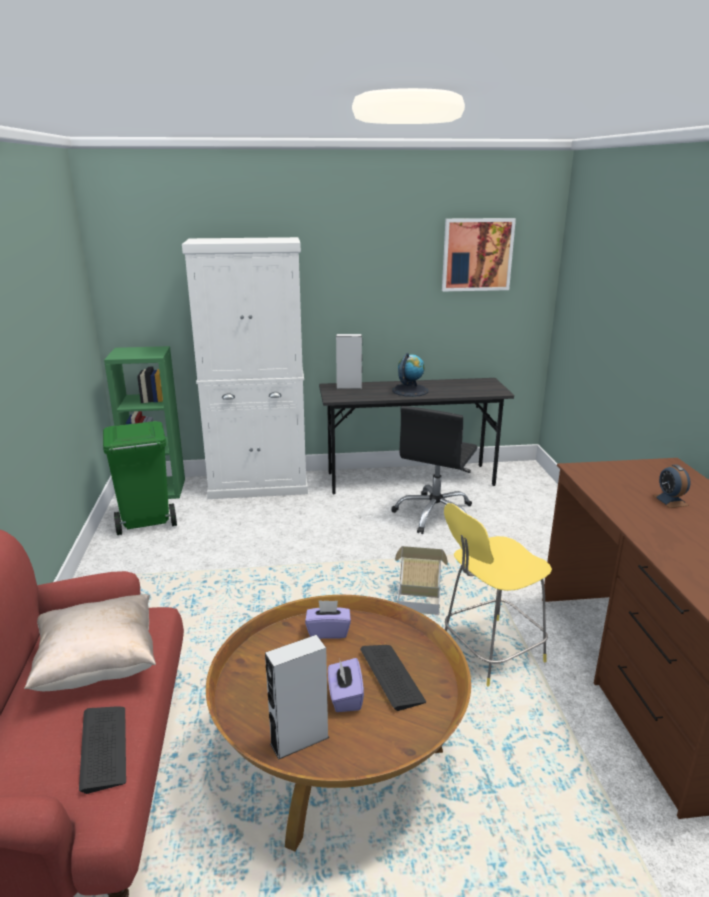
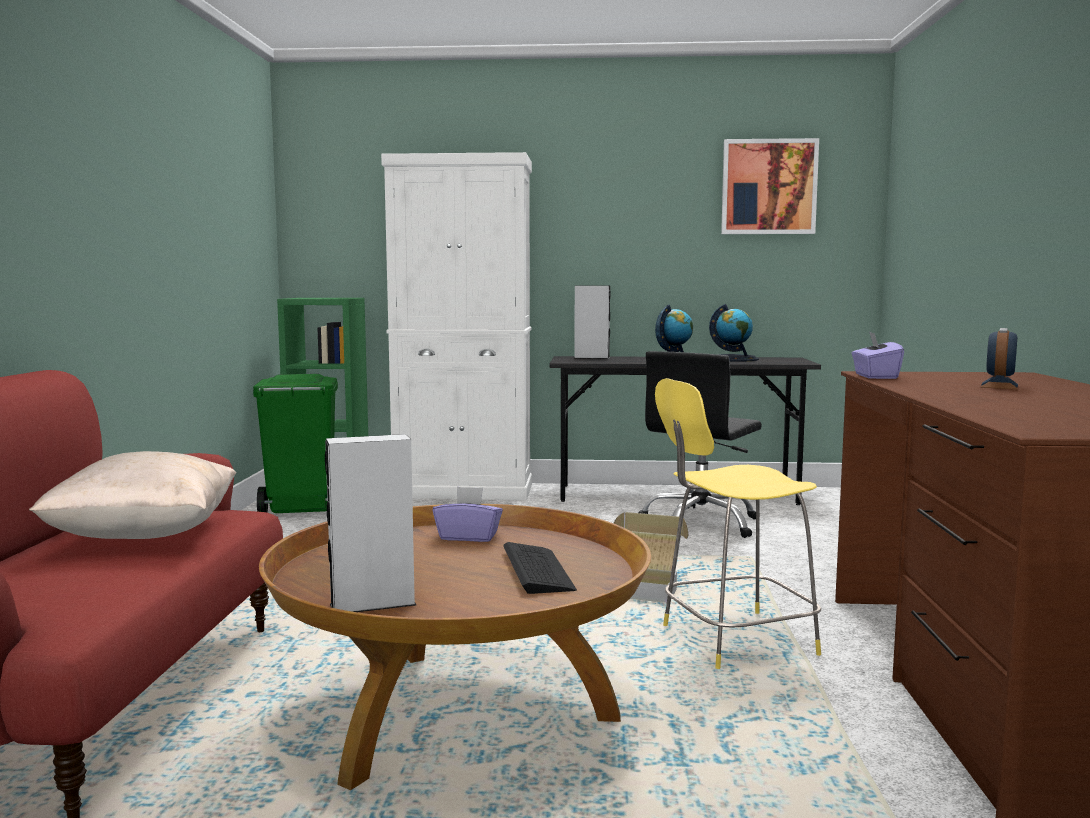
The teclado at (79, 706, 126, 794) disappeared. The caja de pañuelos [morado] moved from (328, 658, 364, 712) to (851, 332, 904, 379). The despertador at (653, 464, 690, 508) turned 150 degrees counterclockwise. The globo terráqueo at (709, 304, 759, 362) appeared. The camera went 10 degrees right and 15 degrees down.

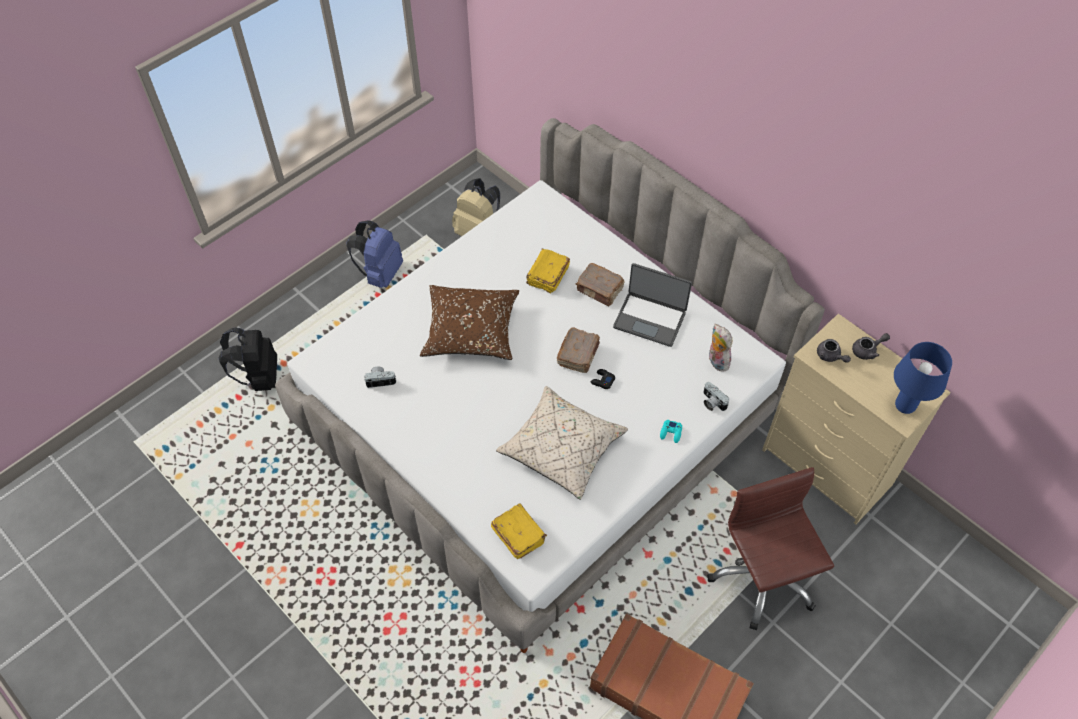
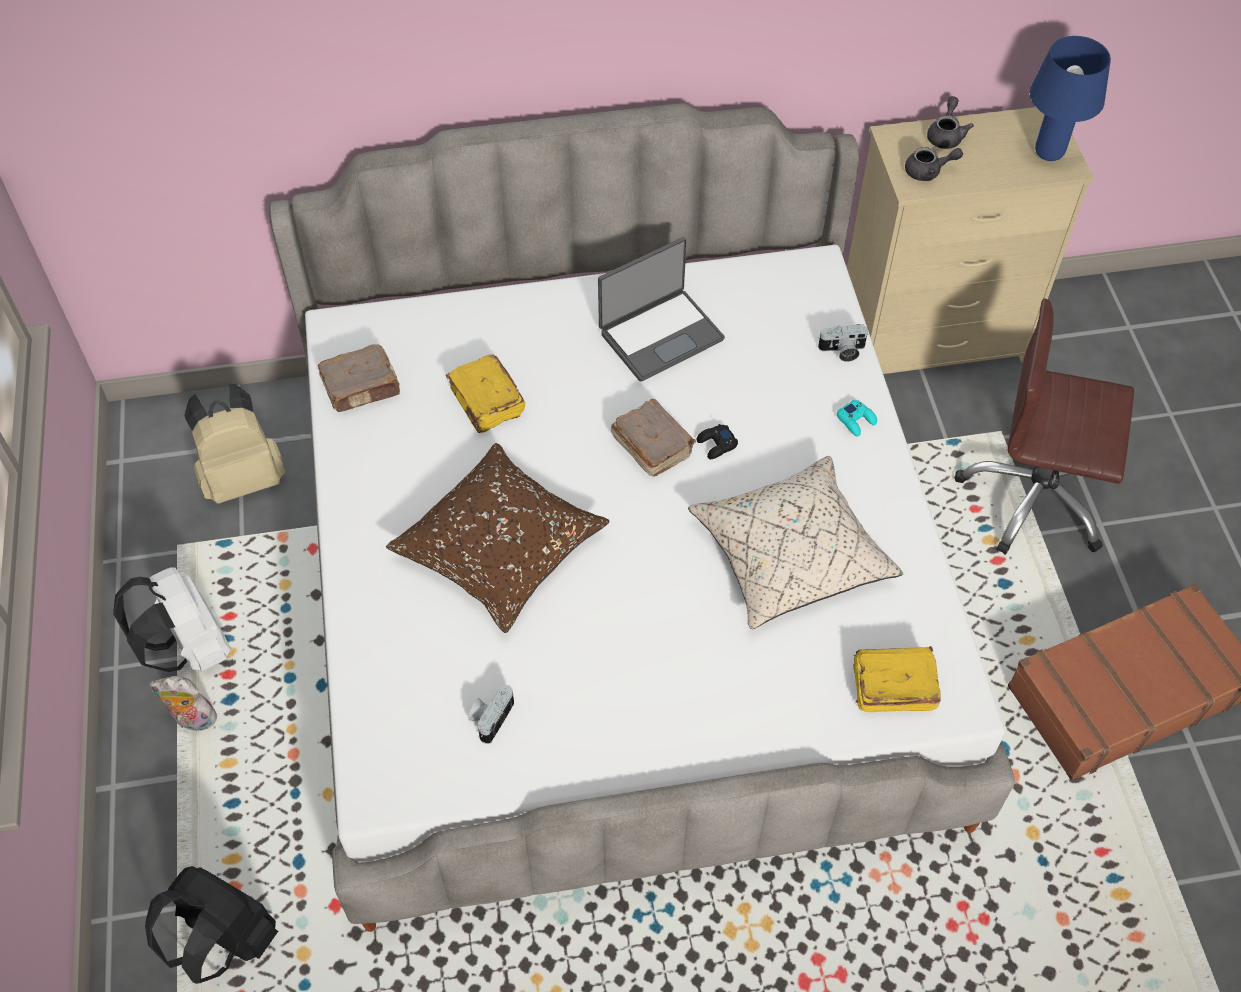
The mochila [azul] at (346, 220, 403, 288) became the mochila [blanco] at (113, 567, 231, 672). The libro [marrón] moved from (576, 263, 625, 307) to (318, 344, 400, 412). The peluche moved from (709, 324, 732, 371) to (149, 676, 217, 732). The camera went 55 degrees left and 0 degrees up.

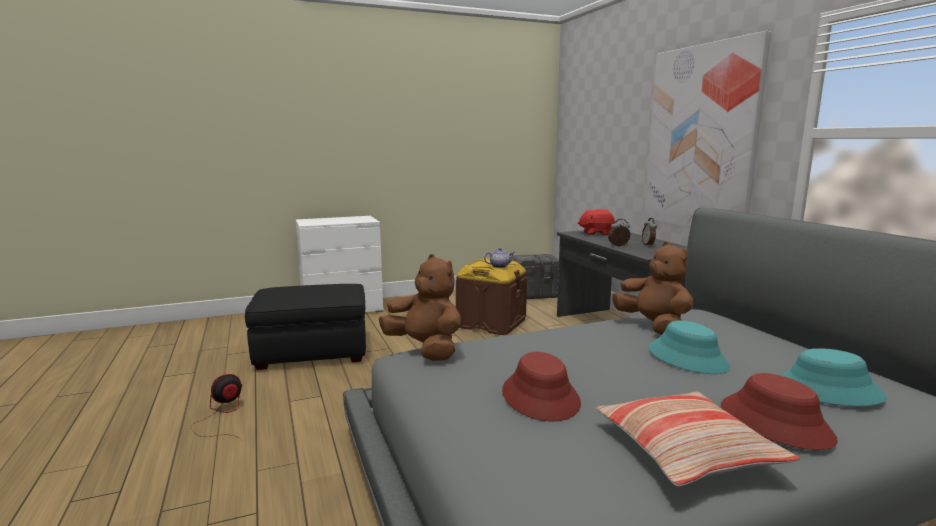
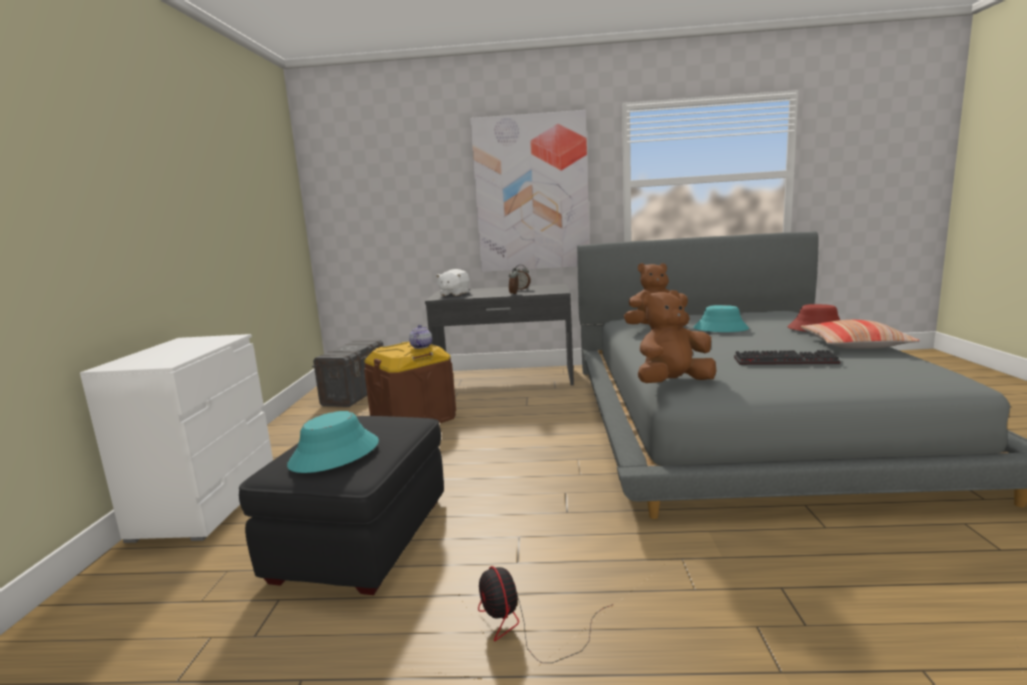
The sombrero [rojo] at (502, 352, 581, 422) was replaced by the teclado at (734, 350, 840, 365). The peluche [rojo] at (578, 209, 615, 235) became the peluche [blanco] at (436, 269, 470, 296). The sombrero [turquesa] moved from (781, 348, 887, 406) to (287, 411, 379, 473). The camera went 65 degrees left and 0 degrees up.

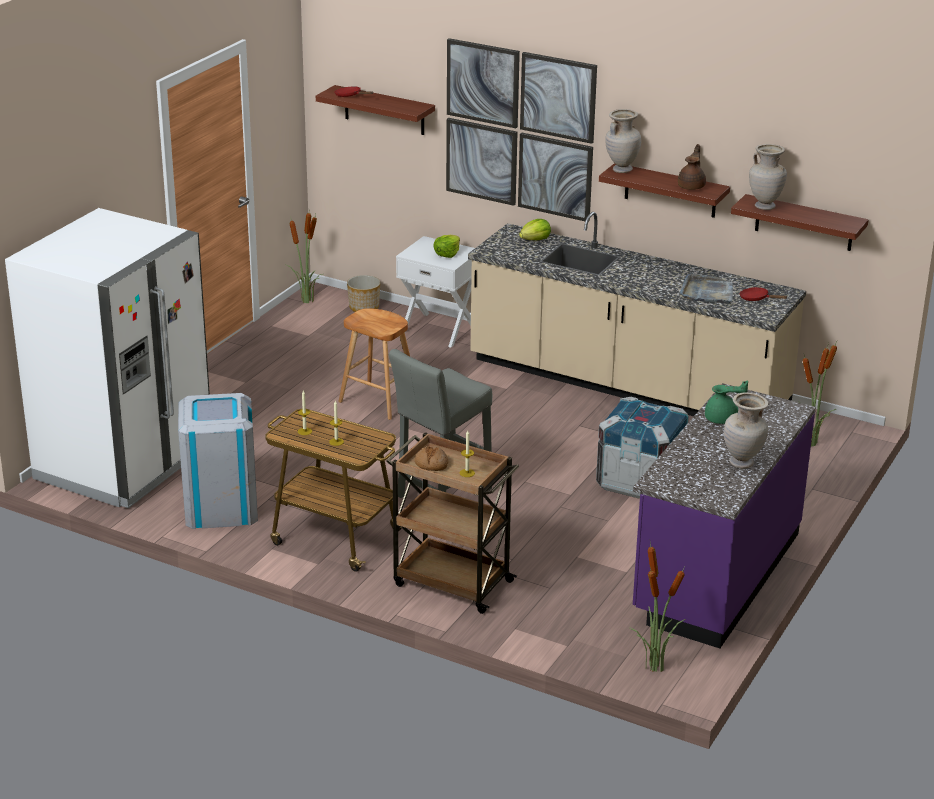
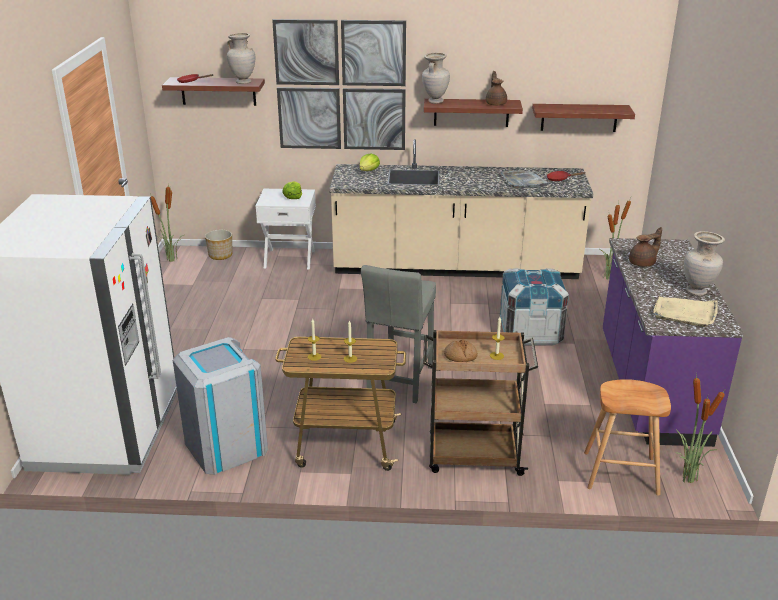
The taburete [marrón] moved from (338, 308, 410, 420) to (584, 379, 671, 496). The tetera [verde] at (705, 380, 748, 424) became the tetera [marrón] at (629, 227, 662, 267). The florero [beis] moved from (749, 144, 787, 210) to (227, 33, 255, 84). The bandeja [beis] at (653, 297, 718, 327) appeared. The camera went 25 degrees left and 0 degrees up.

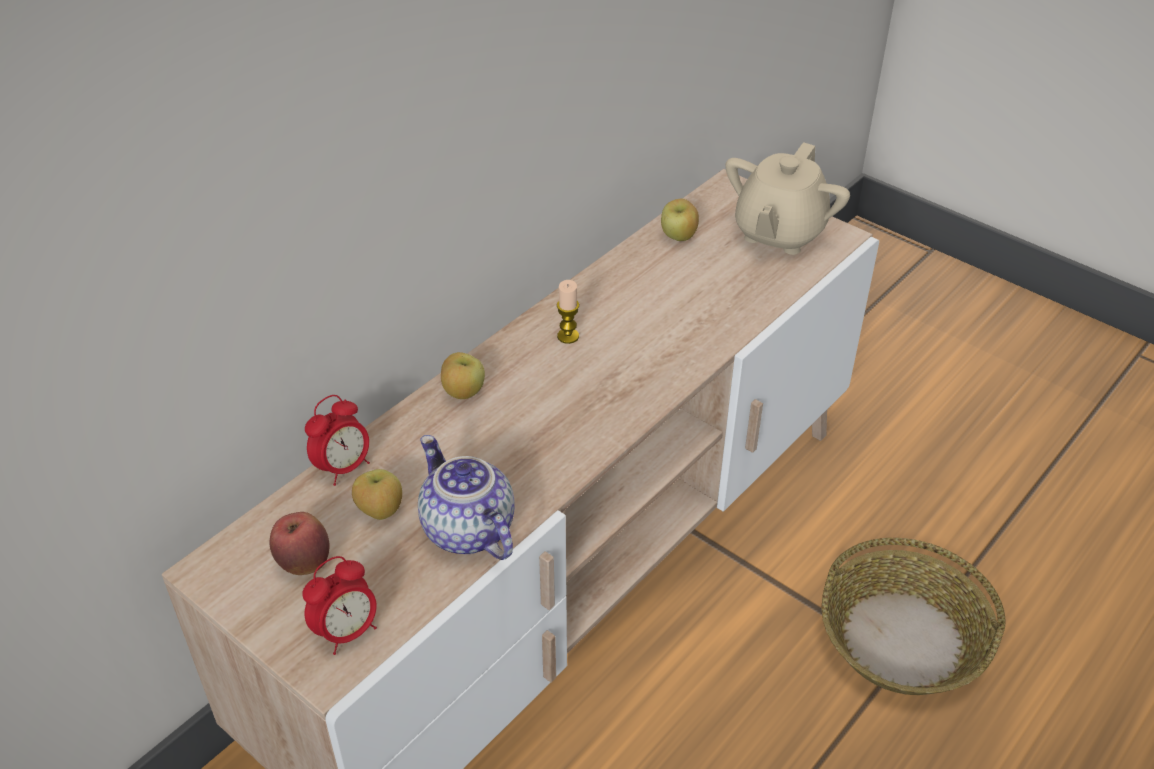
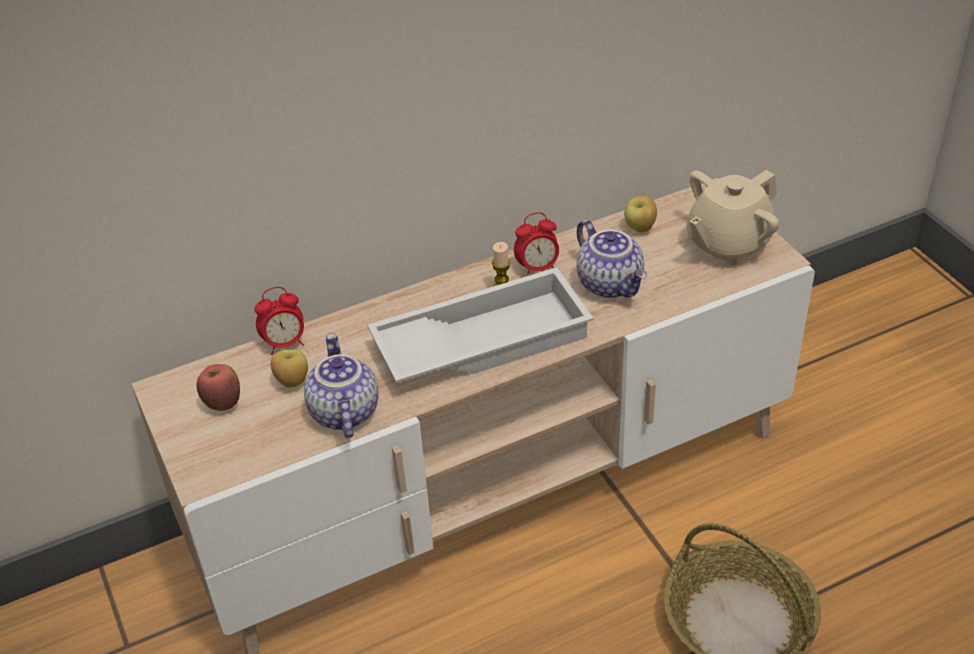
The despertador moved from (302, 556, 377, 655) to (514, 212, 559, 276). The manzana at (441, 352, 485, 399) disappeared. The bandeja [blanco] at (367, 267, 593, 383) appeared. The tetera at (577, 220, 647, 298) appeared. The camera went 25 degrees right and 0 degrees up.

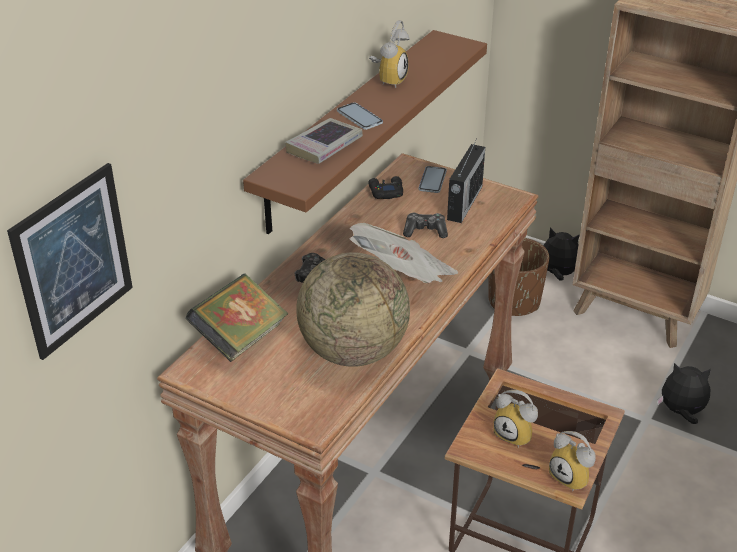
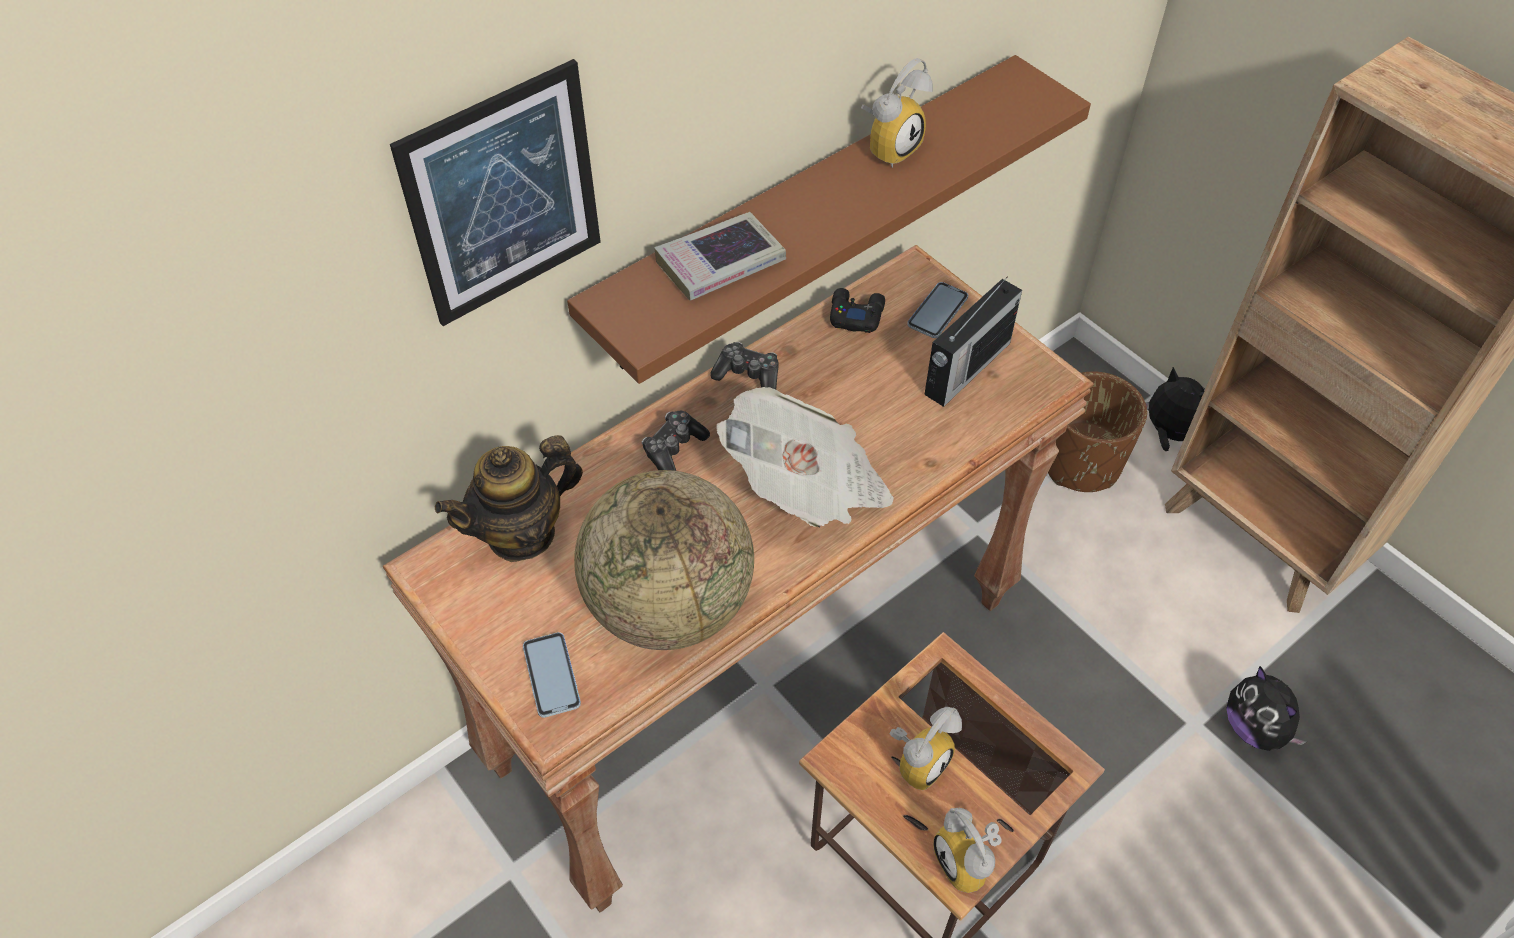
The cuadro moved from (7, 163, 133, 360) to (390, 59, 601, 326). The libro at (185, 274, 288, 362) was replaced by the tetera at (435, 435, 583, 562). The móvil moved from (337, 102, 383, 130) to (523, 632, 581, 718). The mando de consola moved from (403, 213, 448, 238) to (710, 342, 779, 390). The despertador at (493, 390, 538, 448) turned 105 degrees counterclockwise. The peluche at (657, 363, 711, 424) turned 150 degrees counterclockwise. The camera went 20 degrees right and 15 degrees up.

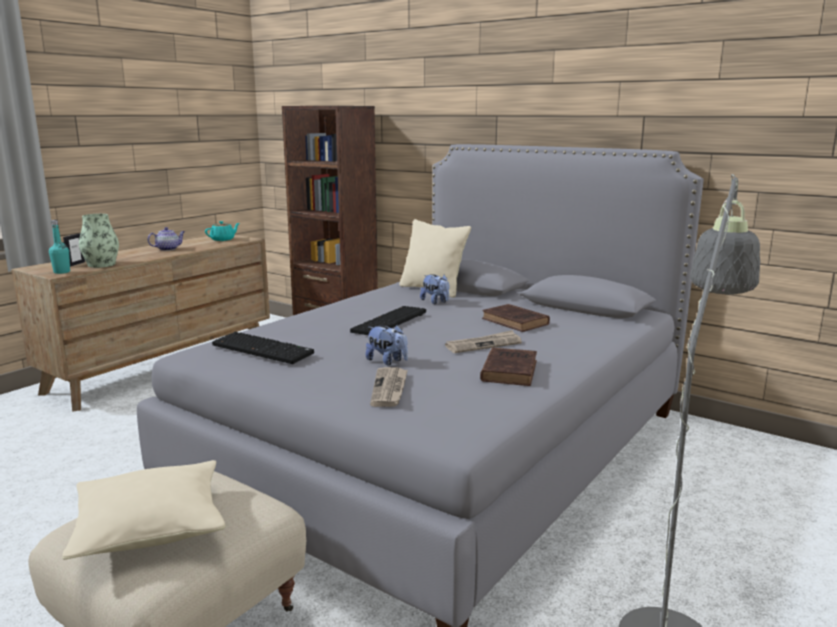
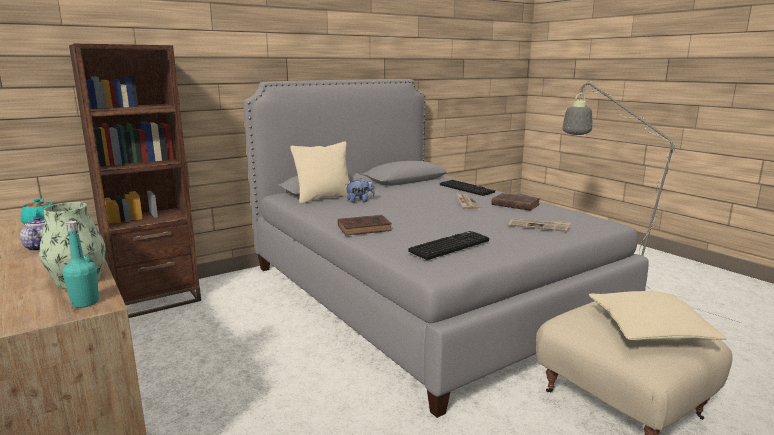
The portarretratos at (63, 233, 85, 267) disappeared. The teclado moved from (350, 306, 426, 335) to (440, 180, 495, 196). The peluche at (366, 325, 408, 365) disappeared. The libro [marrón] moved from (482, 304, 550, 332) to (338, 215, 392, 235). The camera went 70 degrees left and 0 degrees up.

